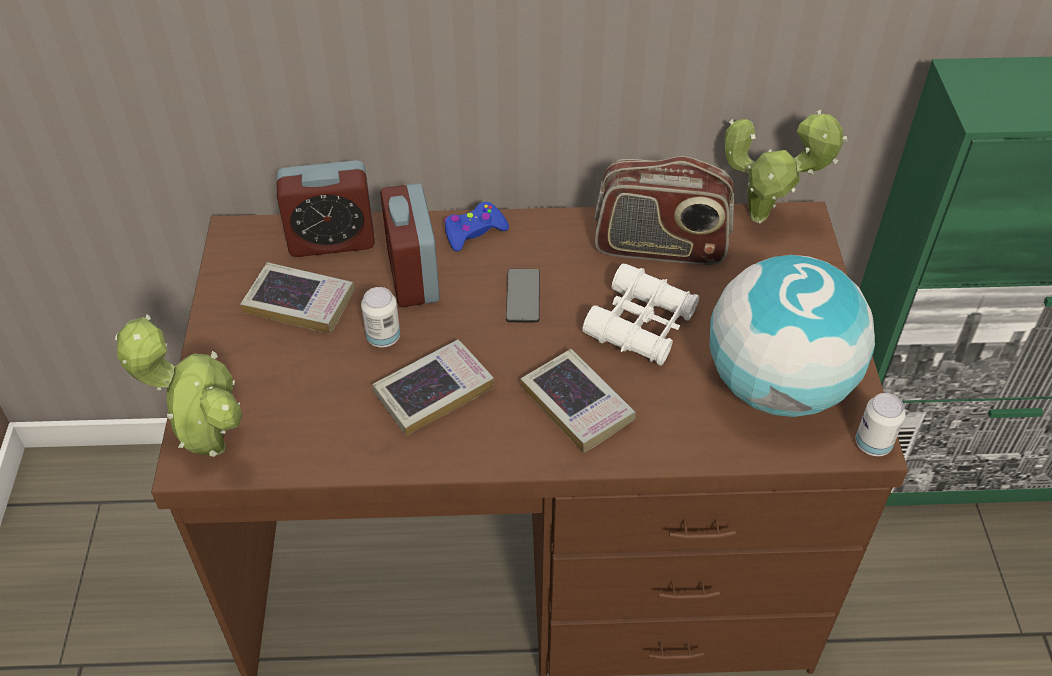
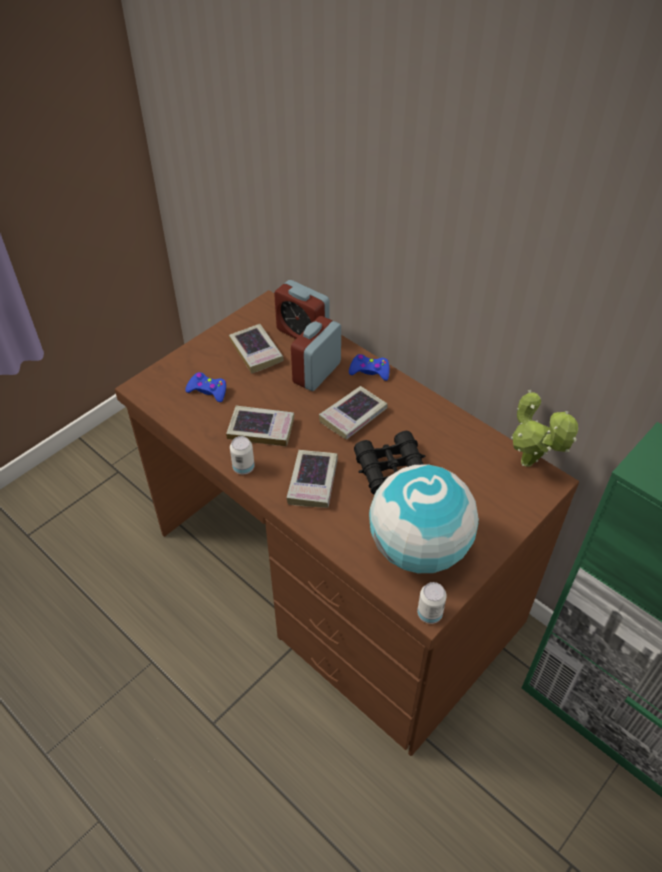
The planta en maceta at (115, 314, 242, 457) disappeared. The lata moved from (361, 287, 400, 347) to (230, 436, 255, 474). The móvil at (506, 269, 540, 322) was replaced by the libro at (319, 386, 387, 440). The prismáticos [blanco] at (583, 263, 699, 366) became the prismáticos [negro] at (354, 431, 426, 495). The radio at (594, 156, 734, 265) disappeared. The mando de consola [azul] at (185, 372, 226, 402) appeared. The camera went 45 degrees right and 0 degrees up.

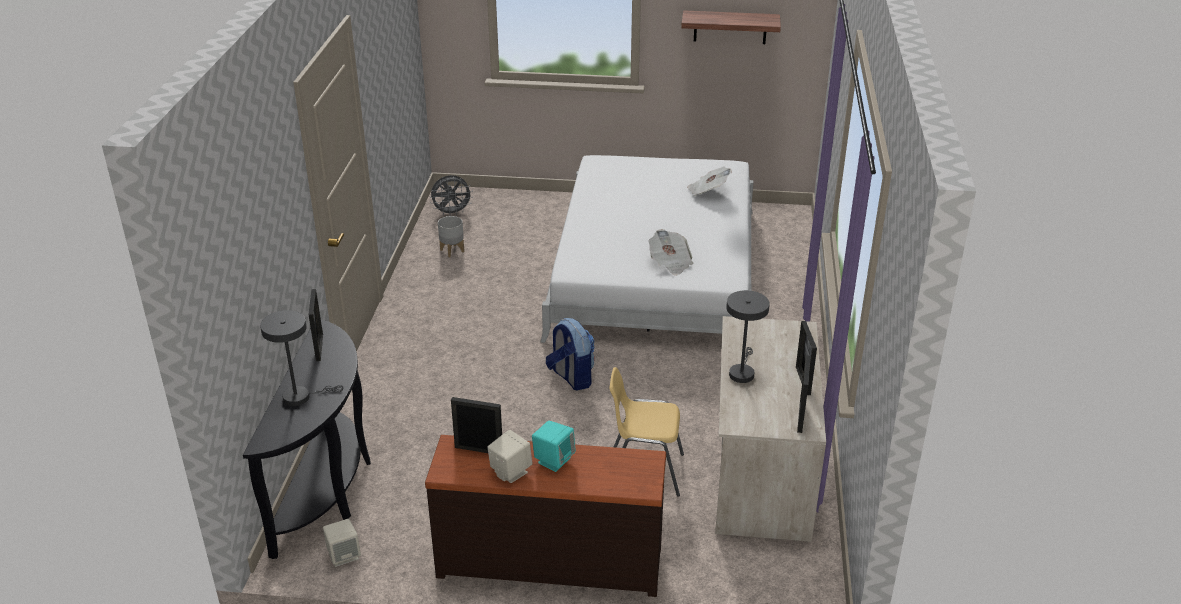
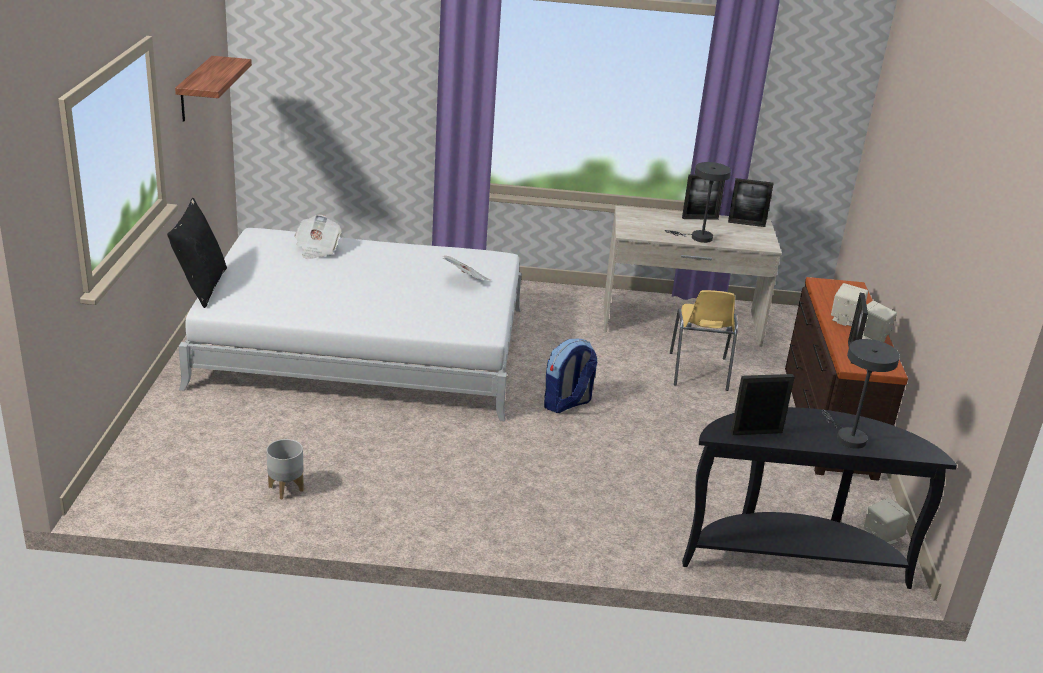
The ventilador [gris] at (430, 175, 473, 216) disappeared. The altavoz [turquesa] at (532, 421, 576, 472) became the altavoz [beis] at (831, 283, 868, 327). The cojín [negro] at (167, 198, 227, 308) appeared. The camera went 95 degrees left and 5 degrees down.

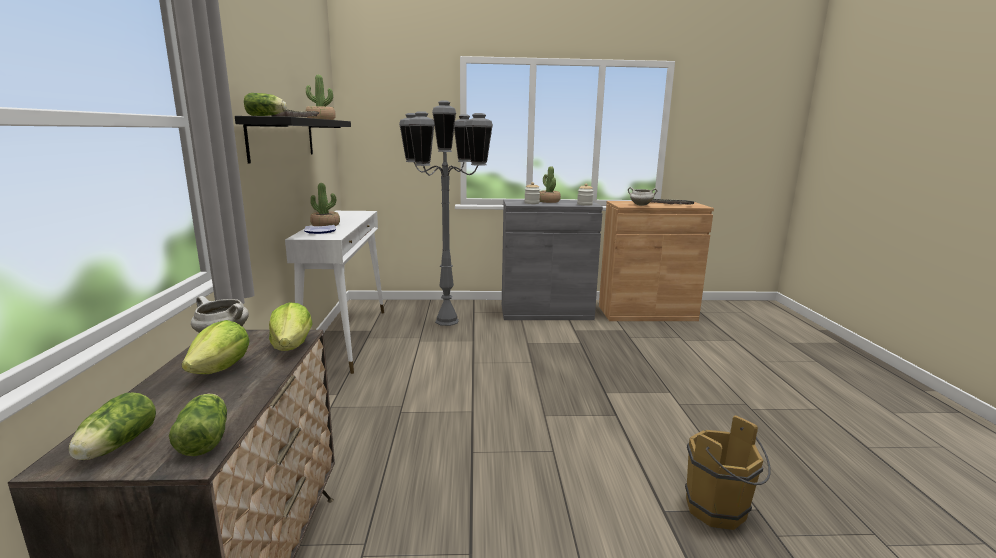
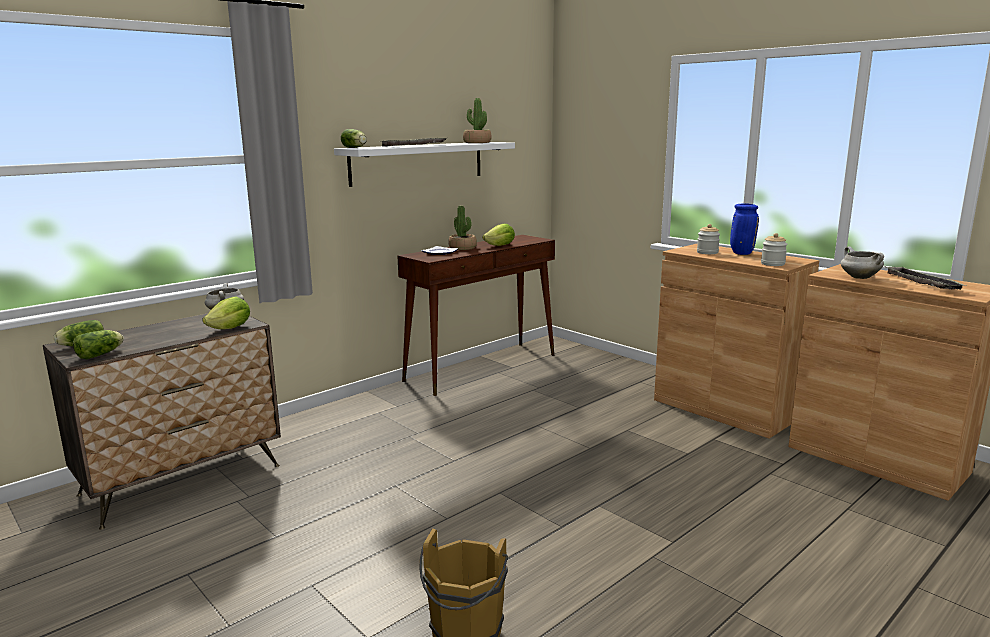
The lechuga moved from (182, 320, 249, 374) to (483, 224, 515, 246). The estante [negro] at (235, 116, 351, 163) became the estante [blanco] at (334, 142, 515, 187). The mesa consola [blanco] at (285, 211, 384, 374) became the mesa consola [marrón] at (397, 235, 555, 396). The lámpara de pie [gris] at (399, 101, 493, 326) disappeared. The armario [gris] at (502, 199, 603, 320) became the armario [marrón] at (654, 243, 819, 439). The planta en maceta at (539, 166, 561, 203) was replaced by the florero [azul] at (730, 203, 759, 255). The camera went 50 degrees right and 0 degrees up.

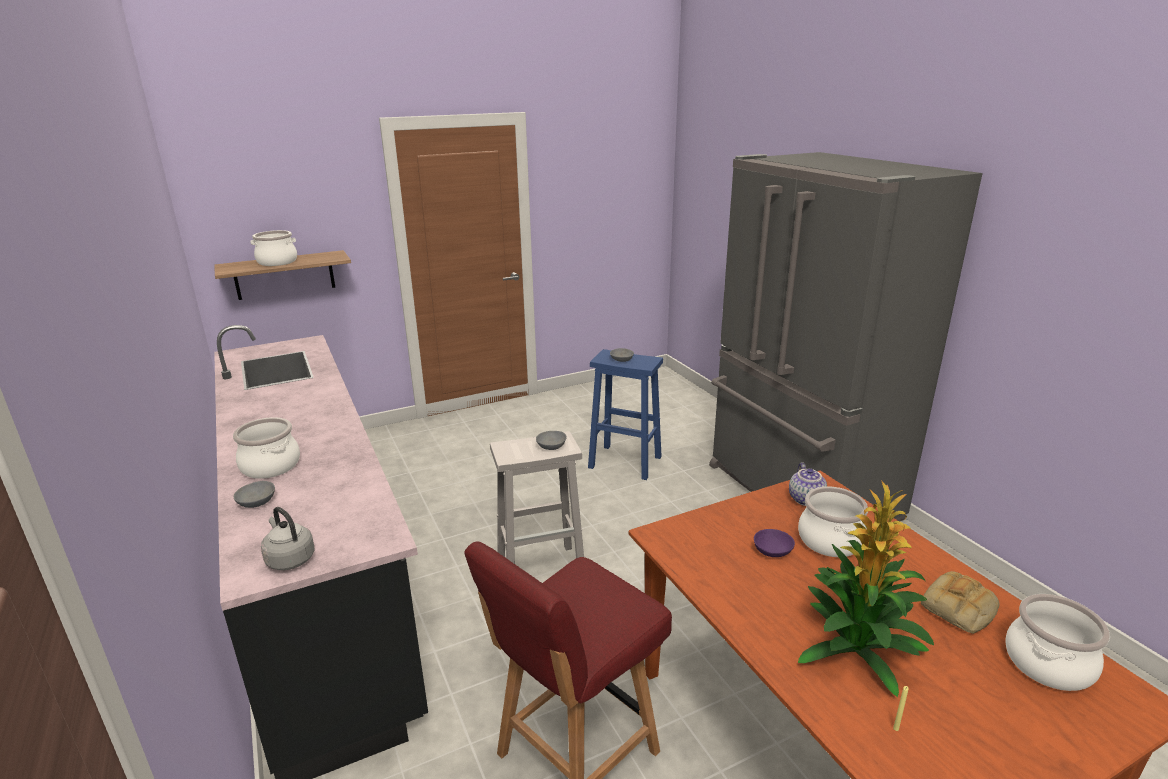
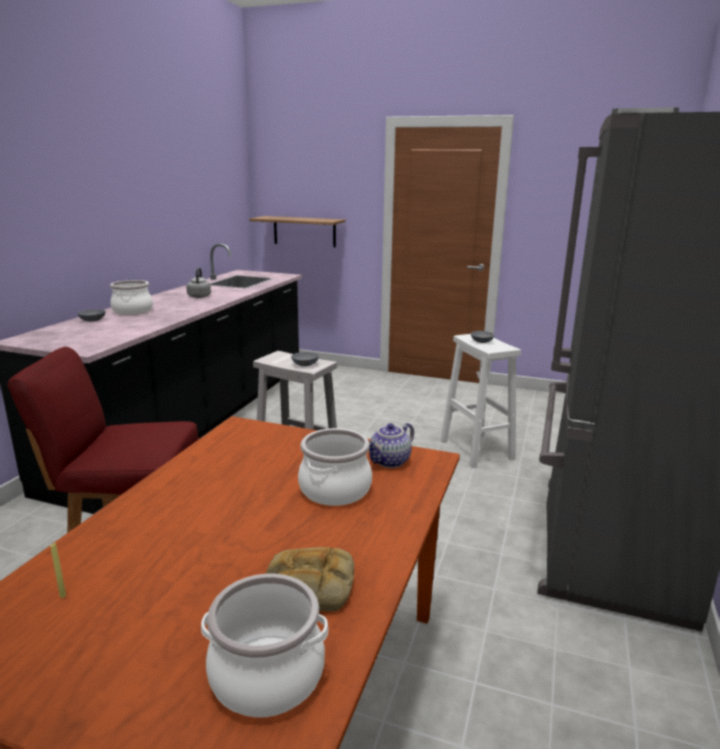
The olla at (250, 230, 297, 266) disappeared. The hervidor [gris] moved from (261, 507, 314, 570) to (186, 267, 211, 298). The taburete [azul] at (588, 349, 663, 480) became the taburete [blanco] at (440, 334, 521, 468). The cuenco [morado] at (754, 529, 795, 557) disappeared. The planta en maceta at (798, 480, 934, 697) disappeared. The camera went 45 degrees right and 5 degrees down.

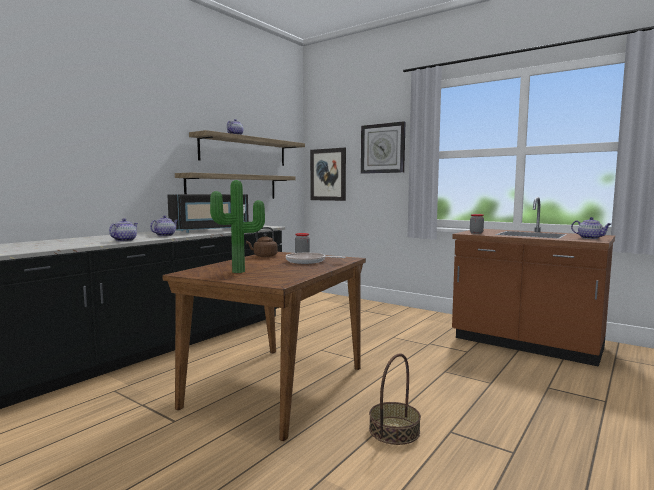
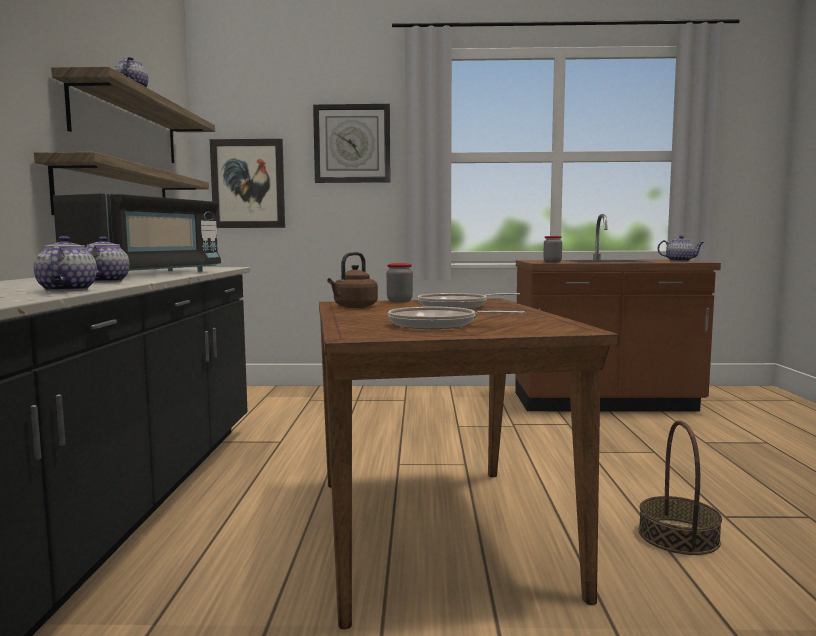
The planta en maceta at (210, 180, 265, 273) was replaced by the sartén at (388, 306, 525, 329). The camera went 35 degrees left and 0 degrees up.

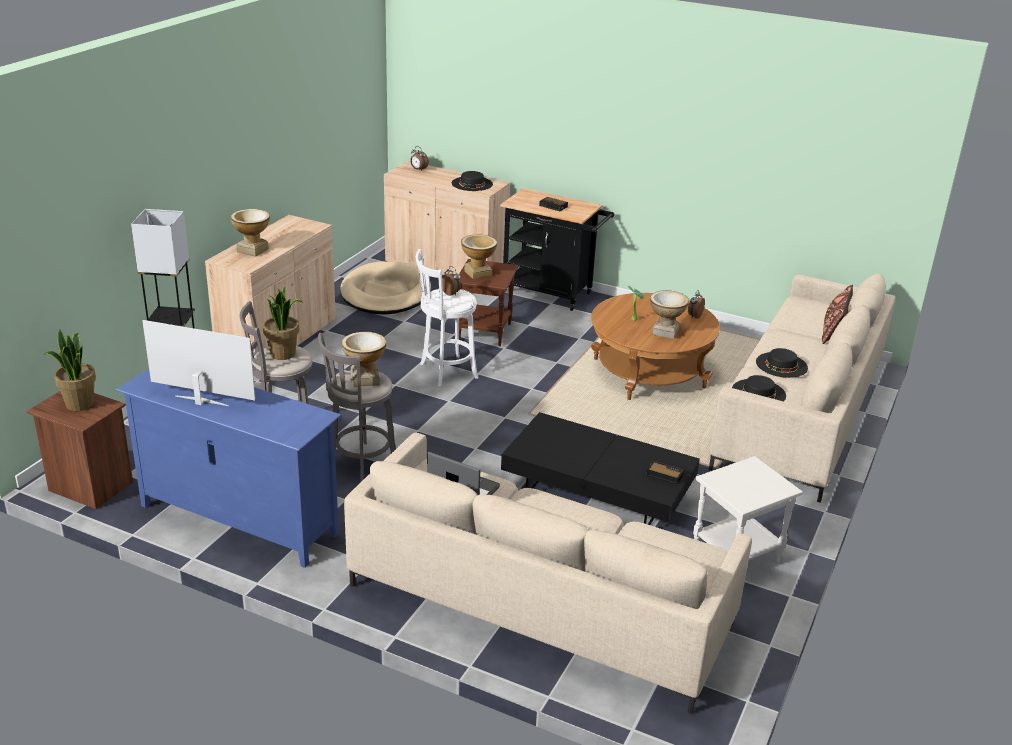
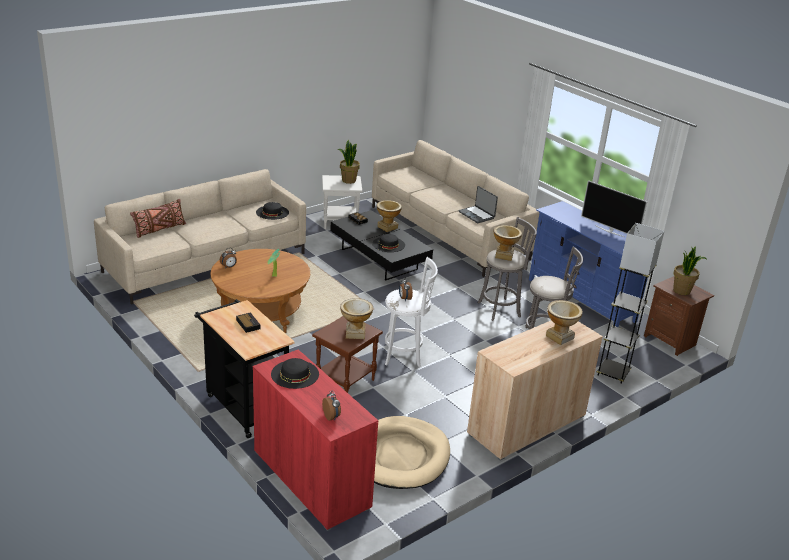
The planta en maceta moved from (263, 287, 303, 360) to (338, 140, 360, 184). The armario [beis] at (384, 161, 510, 275) became the armario [rojo] at (253, 349, 378, 531). The florero moved from (650, 290, 689, 339) to (377, 200, 402, 232). The sombrero [negro] moved from (756, 348, 808, 378) to (372, 234, 405, 252). The camera went 155 degrees left and 0 degrees up.

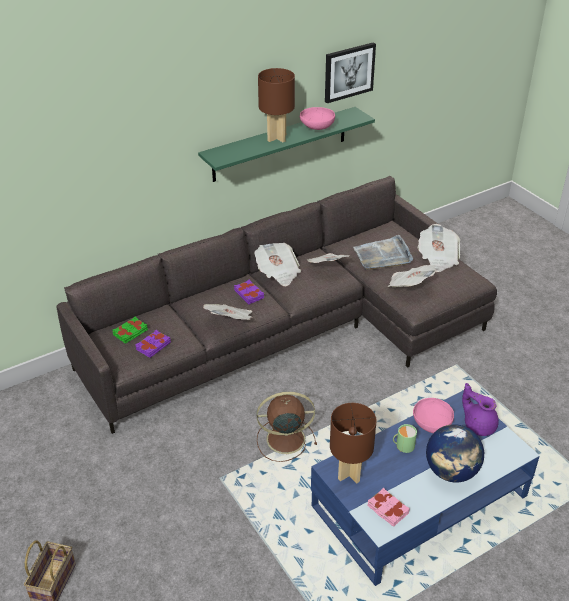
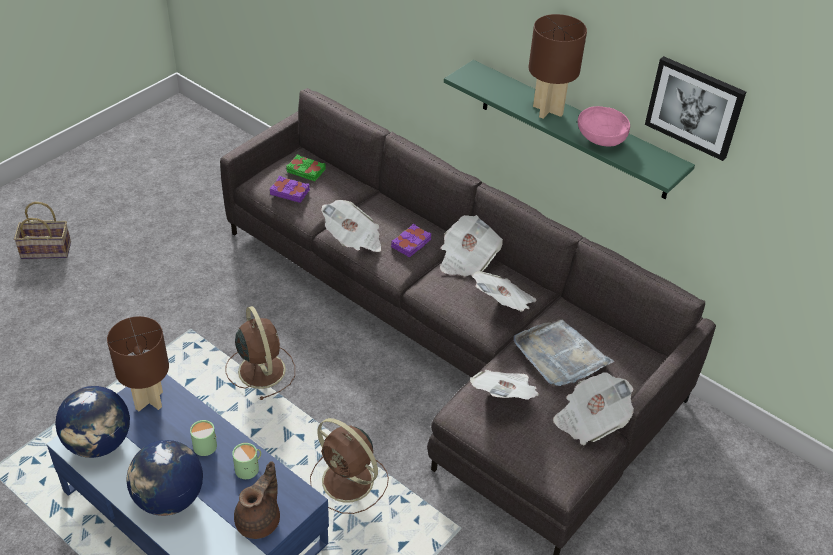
The libro [rosa] at (367, 488, 410, 527) was replaced by the globo terráqueo at (55, 386, 130, 458). The cuenco [rosa] at (413, 398, 454, 433) was replaced by the taza grande [verde] at (232, 443, 261, 479). The tetera [morado] at (462, 383, 499, 436) became the tetera [marrón] at (234, 461, 280, 539). The ventilador [marrón] at (310, 418, 389, 514) appeared. The camera went 70 degrees right and 5 degrees up.

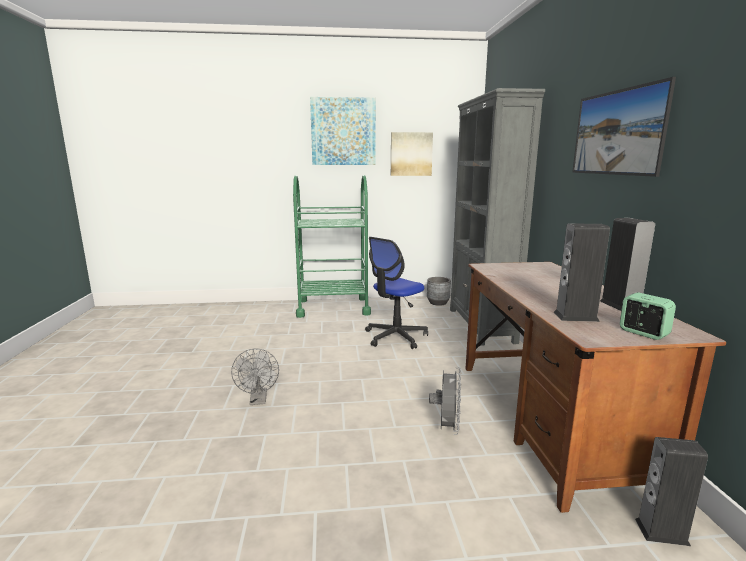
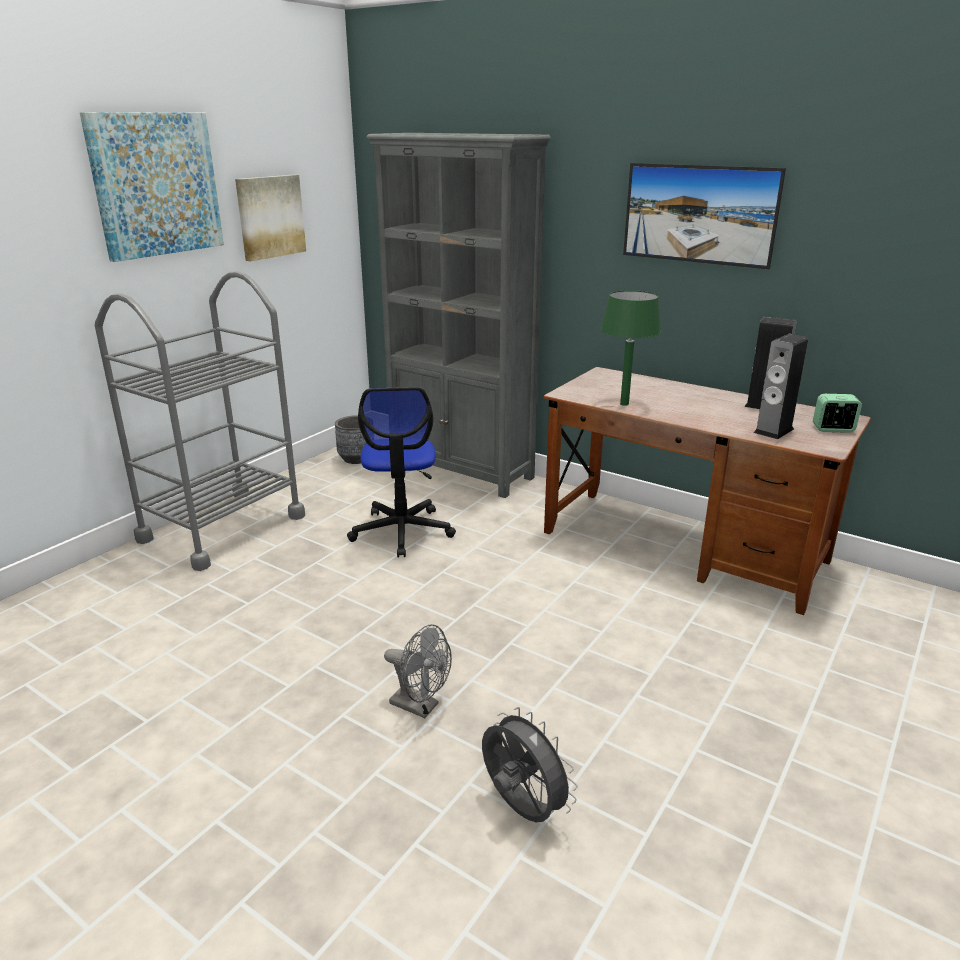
The carrito [verde] at (293, 175, 371, 318) became the carrito [gris] at (95, 271, 305, 571). The ventilador [gris] moved from (429, 367, 461, 435) to (482, 707, 578, 822). The altavoz at (635, 437, 708, 546) disappeared. The lámpara de mesa [verde] at (601, 290, 661, 406) appeared. The camera went 50 degrees left and 10 degrees up.

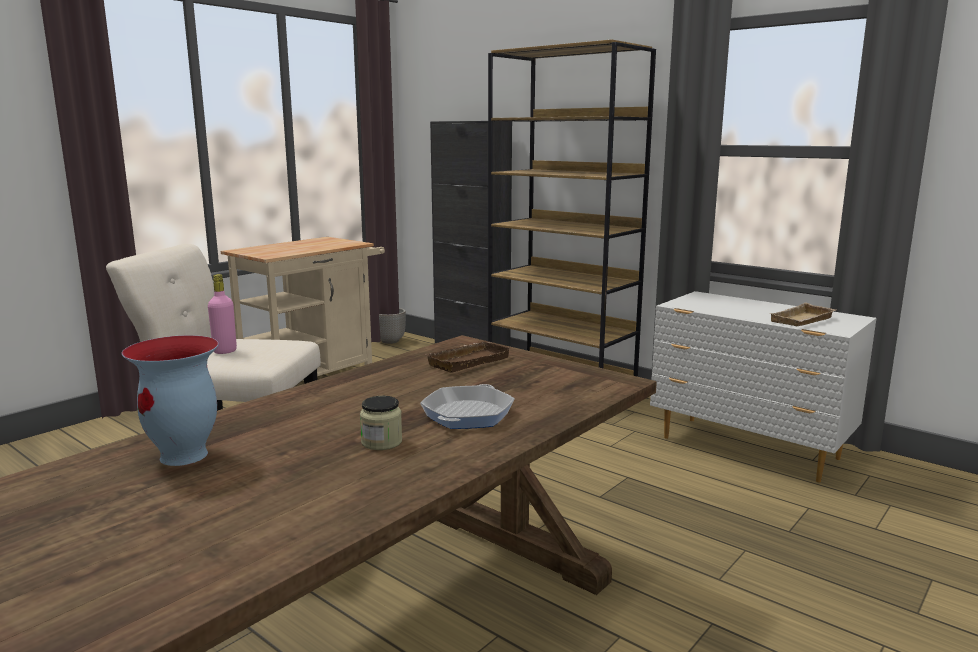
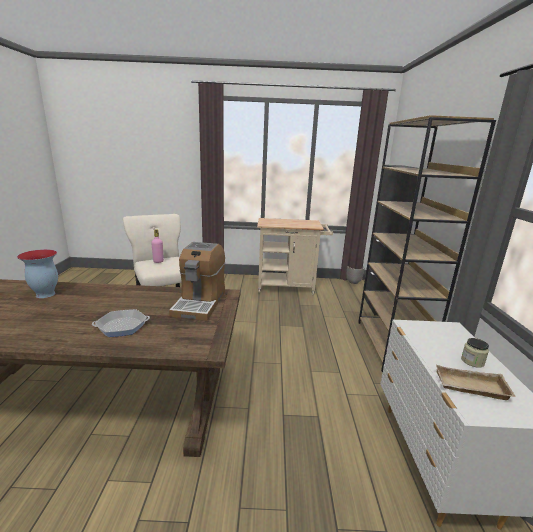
The tarro moved from (360, 396, 402, 450) to (461, 338, 489, 367). The bandeja [marrón] at (424, 341, 511, 373) was replaced by the cafetera at (169, 242, 225, 321). The camera went 50 degrees right and 5 degrees up.

